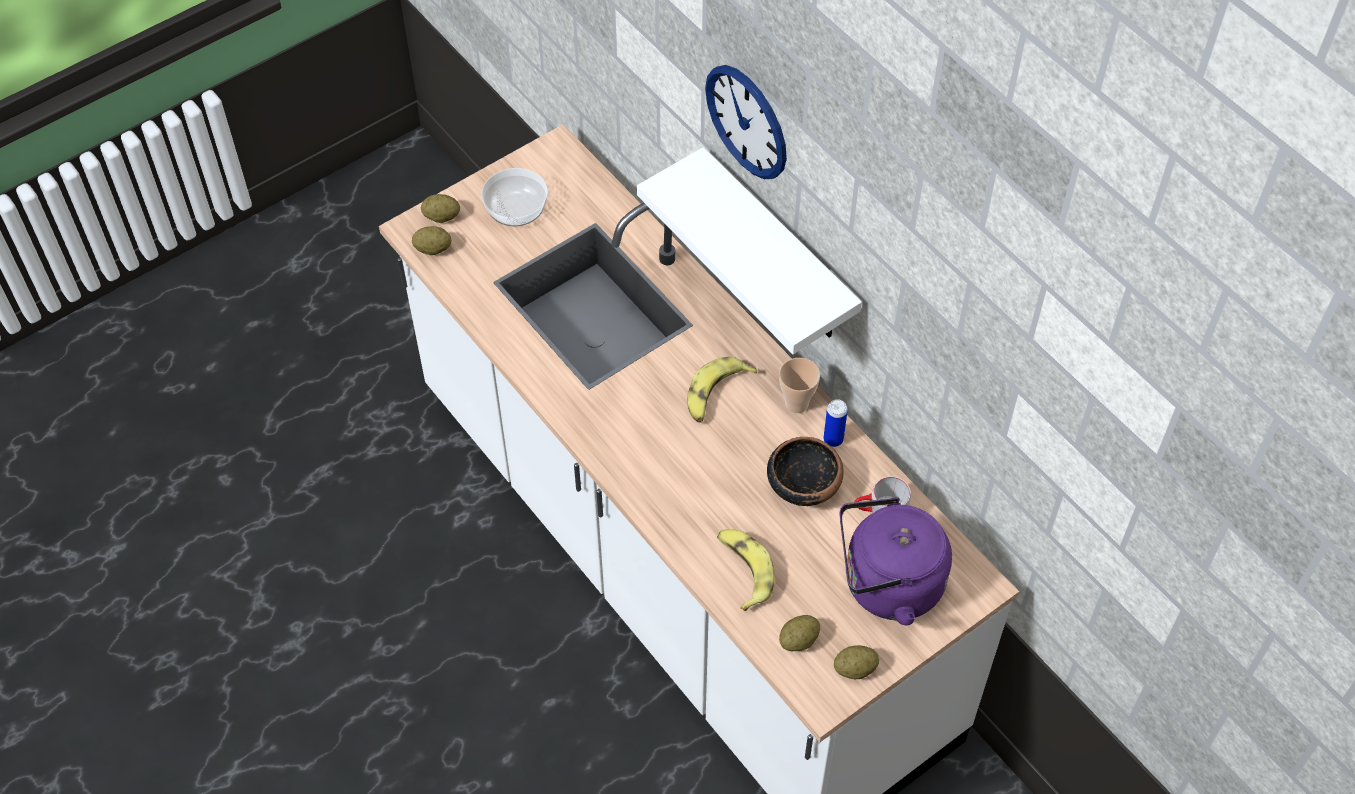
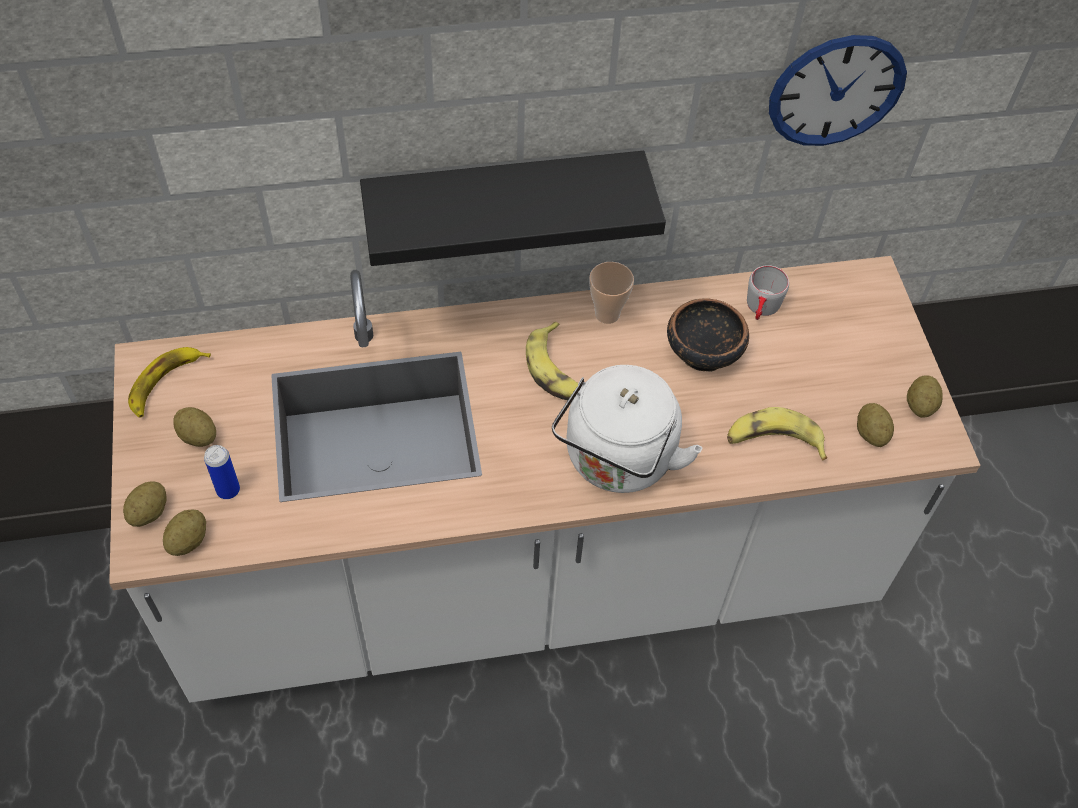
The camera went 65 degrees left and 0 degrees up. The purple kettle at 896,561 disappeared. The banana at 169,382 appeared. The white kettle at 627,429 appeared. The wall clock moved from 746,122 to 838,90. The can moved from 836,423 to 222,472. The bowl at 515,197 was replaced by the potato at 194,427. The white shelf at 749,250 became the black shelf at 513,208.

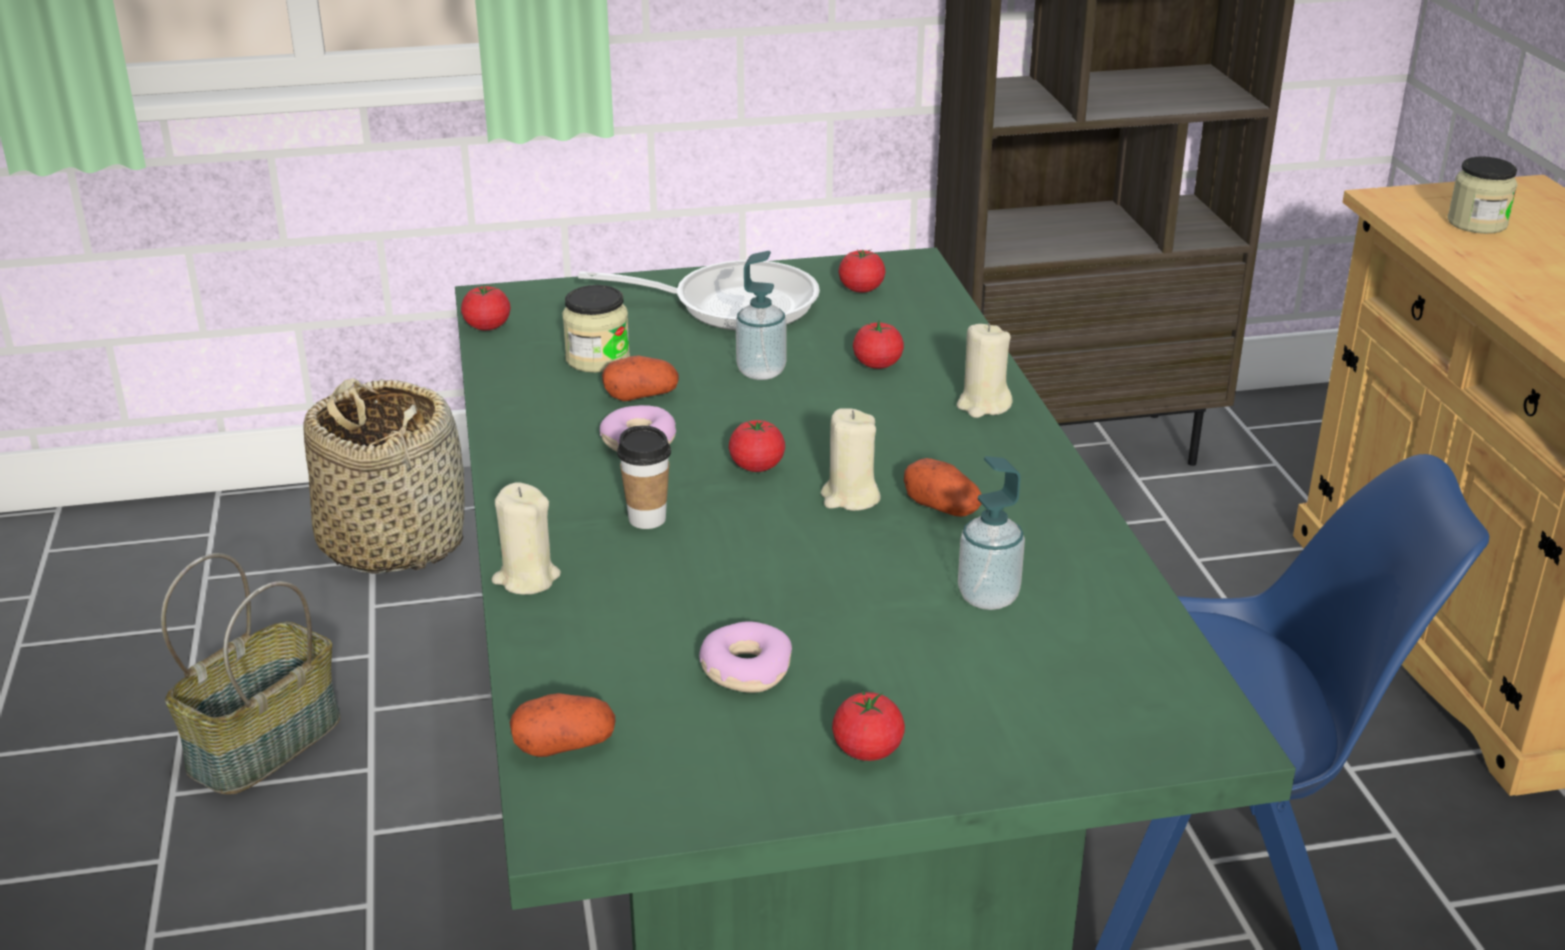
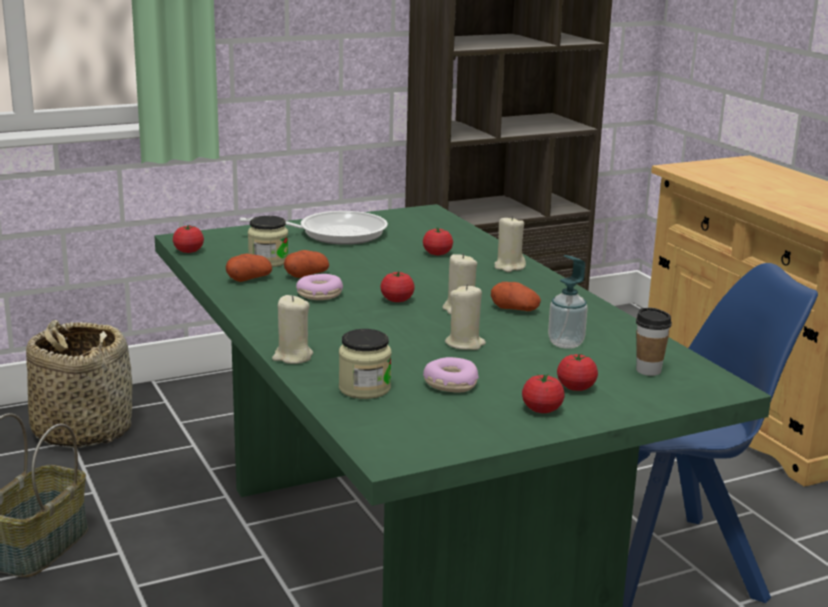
The camera went 15 degrees left and 10 degrees down. The soap dispenser at 761,315 disappeared. The beige candle at 465,317 appeared. The potato moved from 563,725 to 249,267. The cup moved from 644,477 to 654,342. The tomato moved from 862,270 to 577,372. The jar moved from 1483,195 to 365,364.

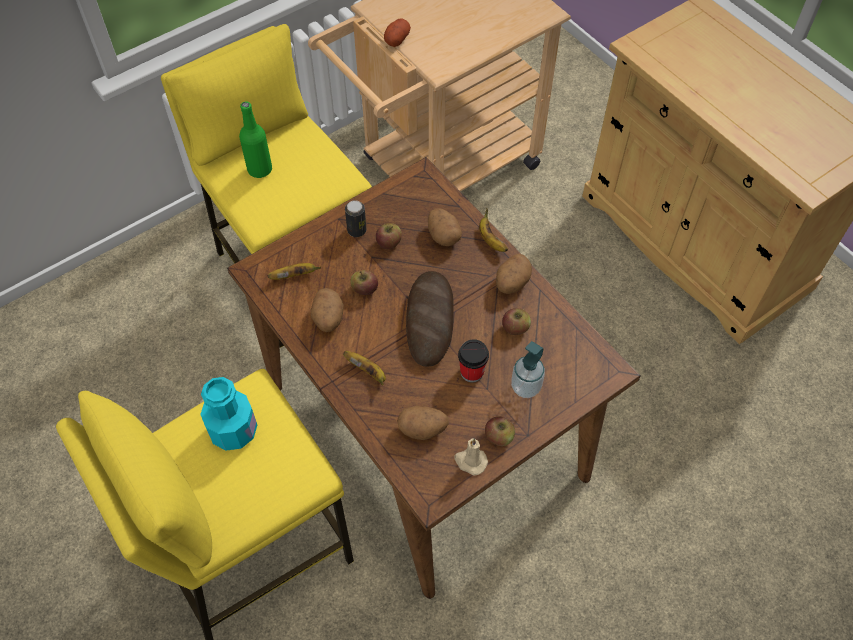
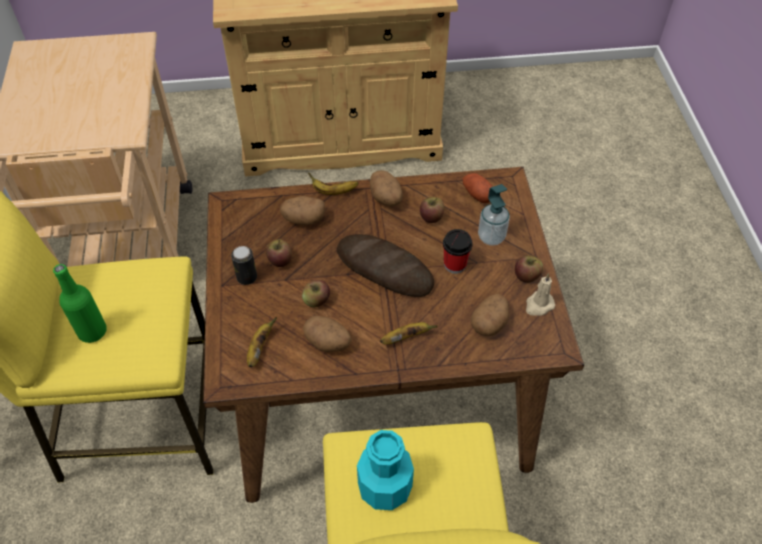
The camera went 60 degrees left and 5 degrees down. The potato moved from 397,32 to 478,188.

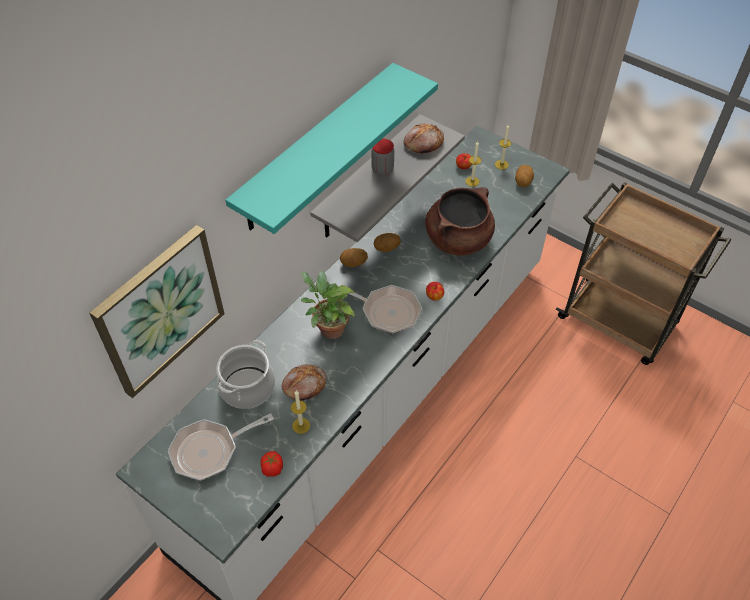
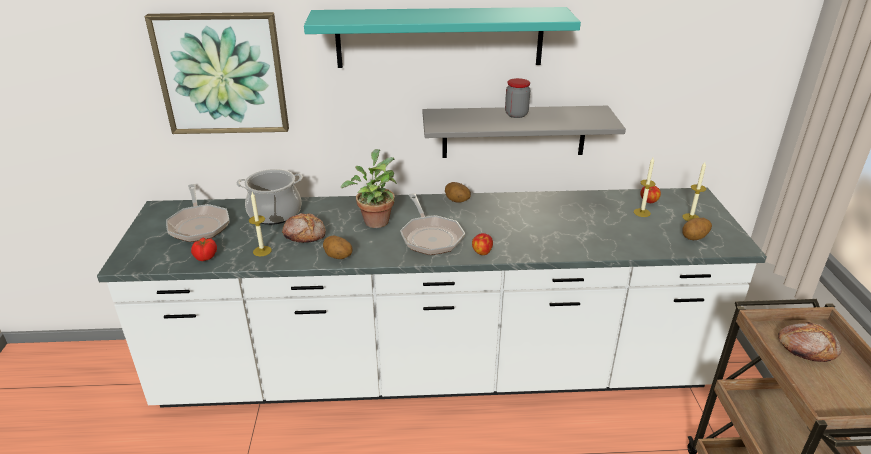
The camera went 50 degrees right and 20 degrees down. The brown cooking pot at 460,221 disappeared. The potato moved from 387,242 to 338,247. The bread moved from 423,138 to 810,342. The frying pan at 221,447 turned 135 degrees counterclockwise.

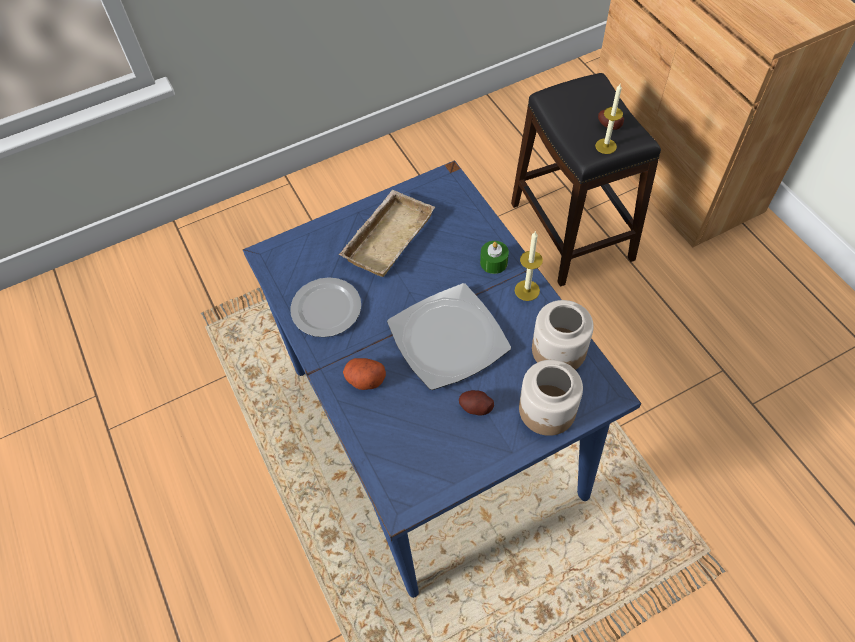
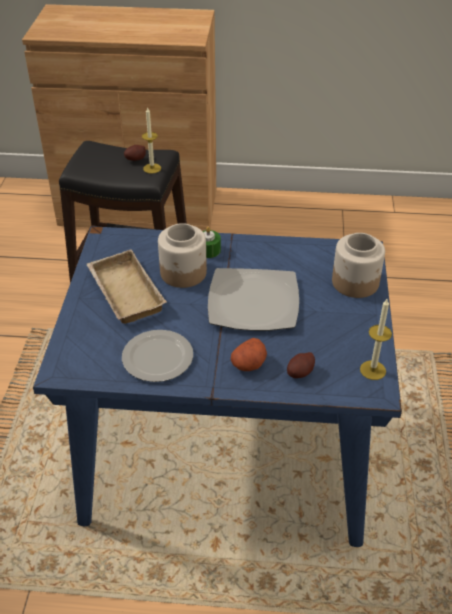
The camera went 60 degrees left and 15 degrees down. The potato moved from 476,402 to 301,365. The candle moved from 529,266 to 376,339. The jar moved from 563,335 to 182,255.

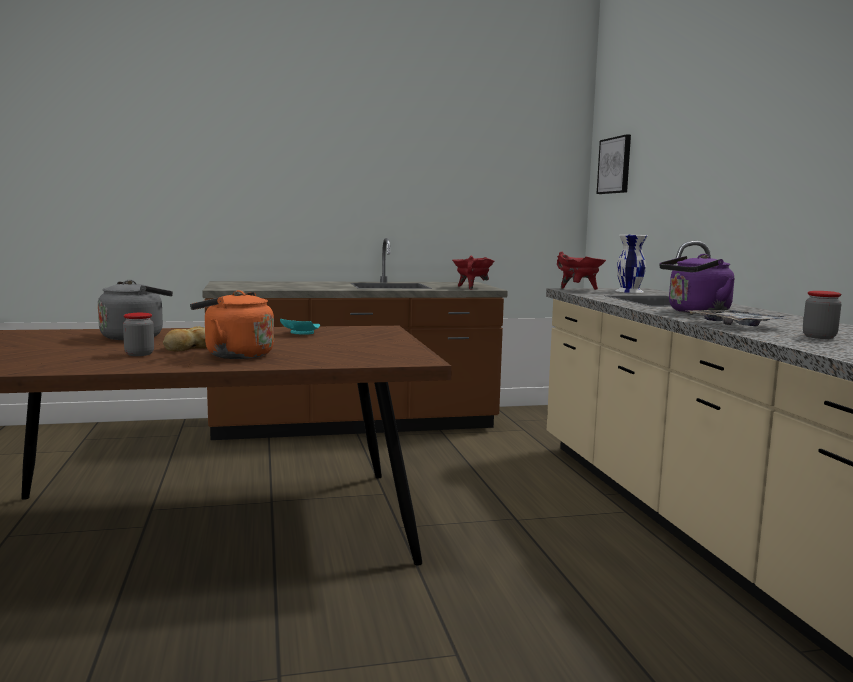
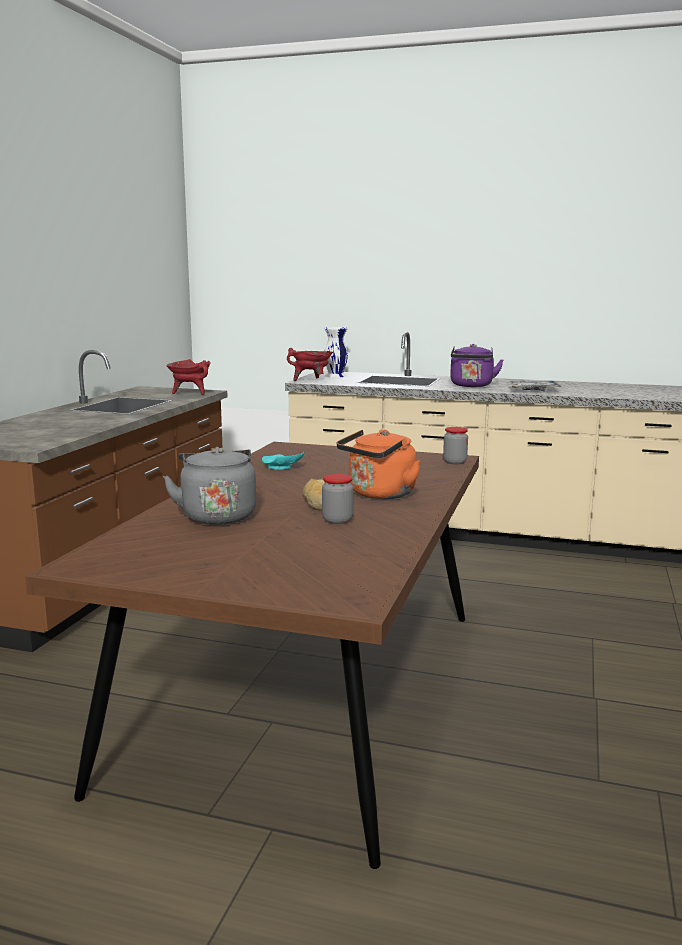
The camera went 60 degrees left and 5 degrees up. The picture at 614,164 disappeared. The jar moved from 822,315 to 455,445.

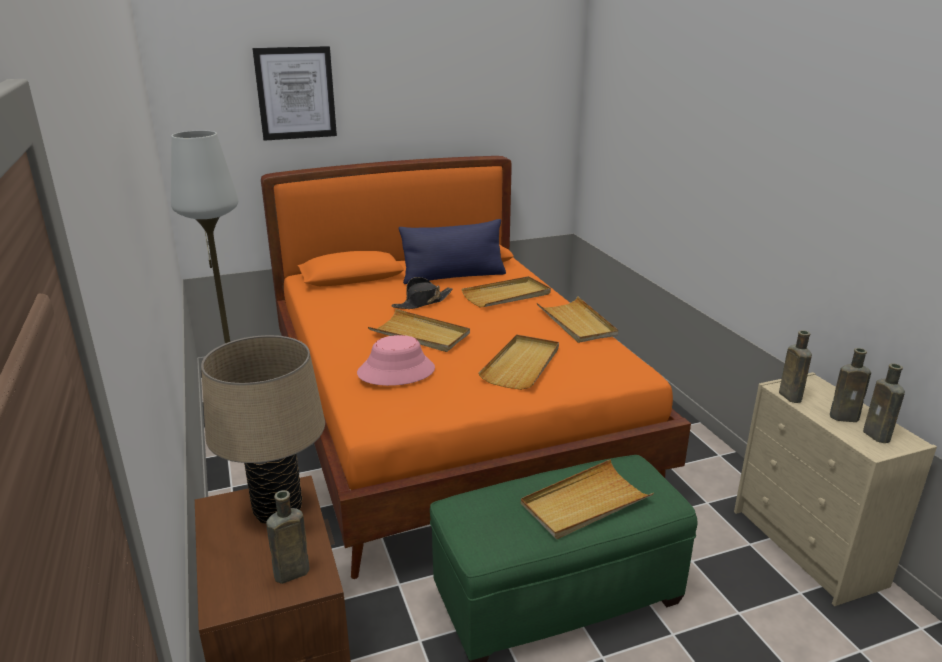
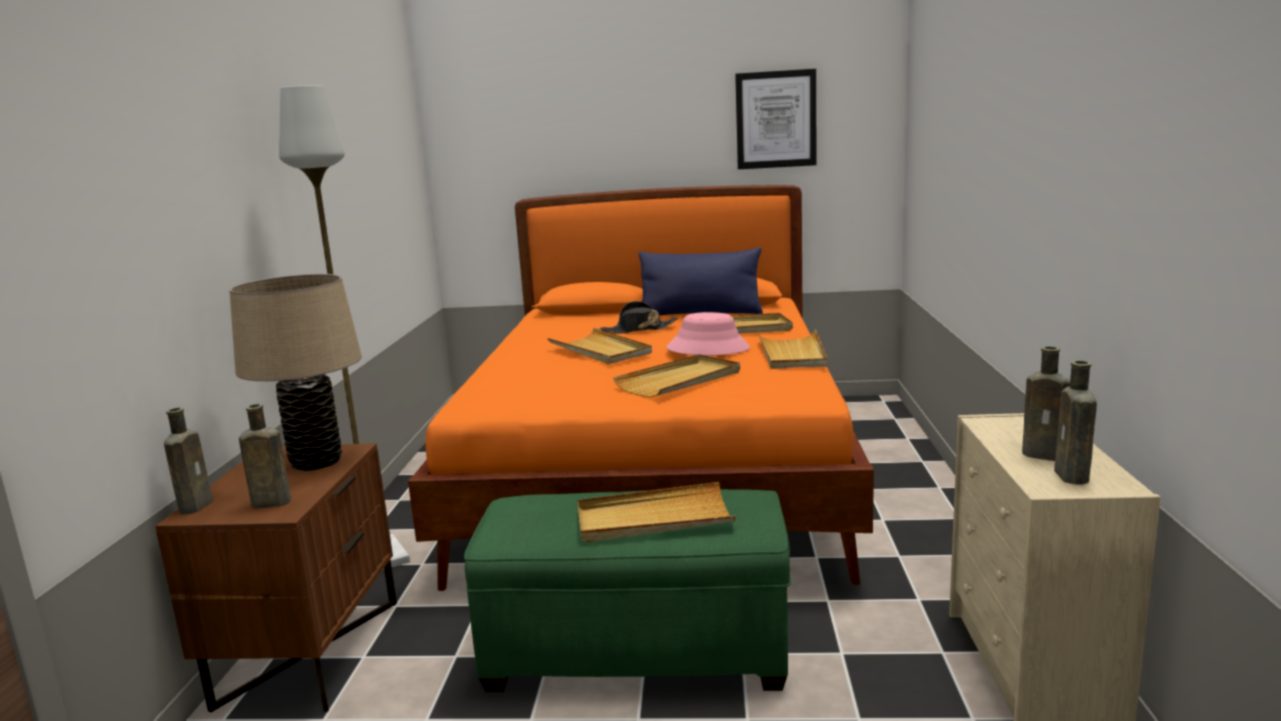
The camera went 25 degrees right and 10 degrees down. The picture moved from 294,93 to 775,119. The pink hat moved from 396,360 to 708,333. The brown bottle moved from 795,366 to 188,461.

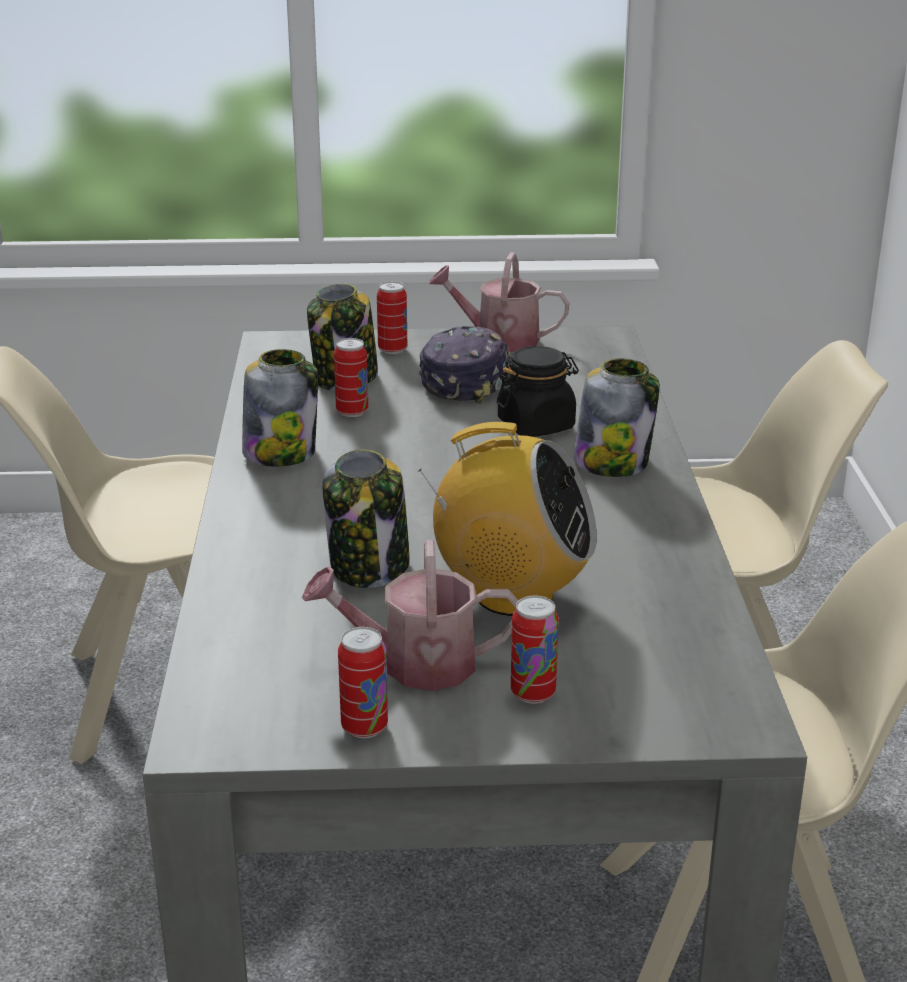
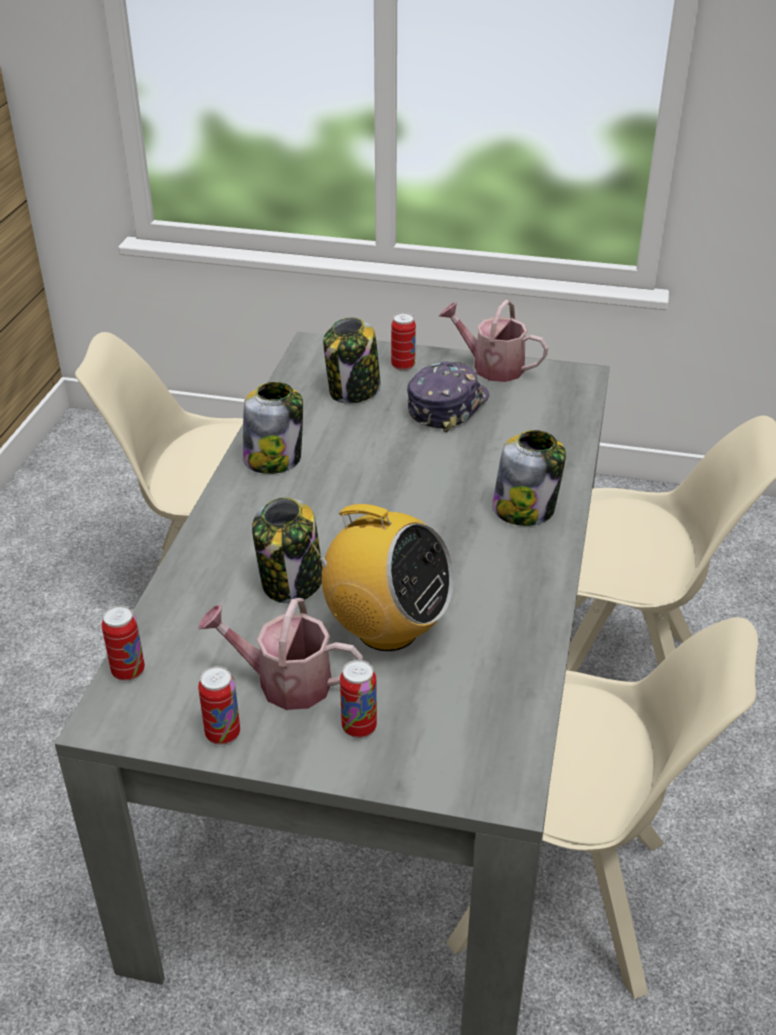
The camera went 15 degrees right and 10 degrees up. The black jar at 538,391 disappeared. The can moved from 351,377 to 123,643.

